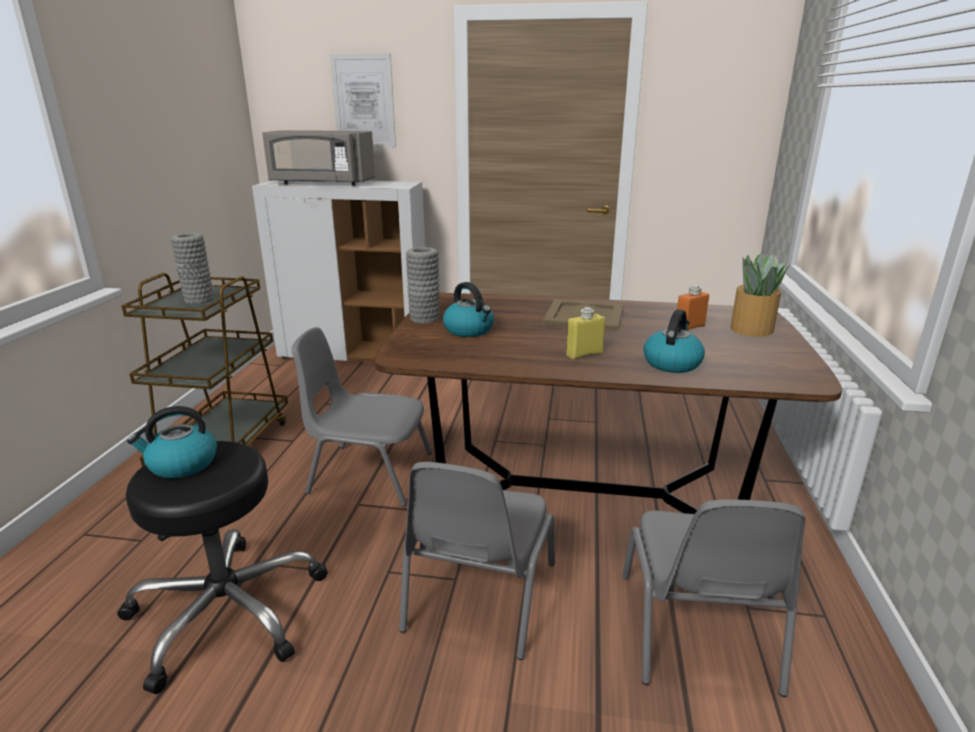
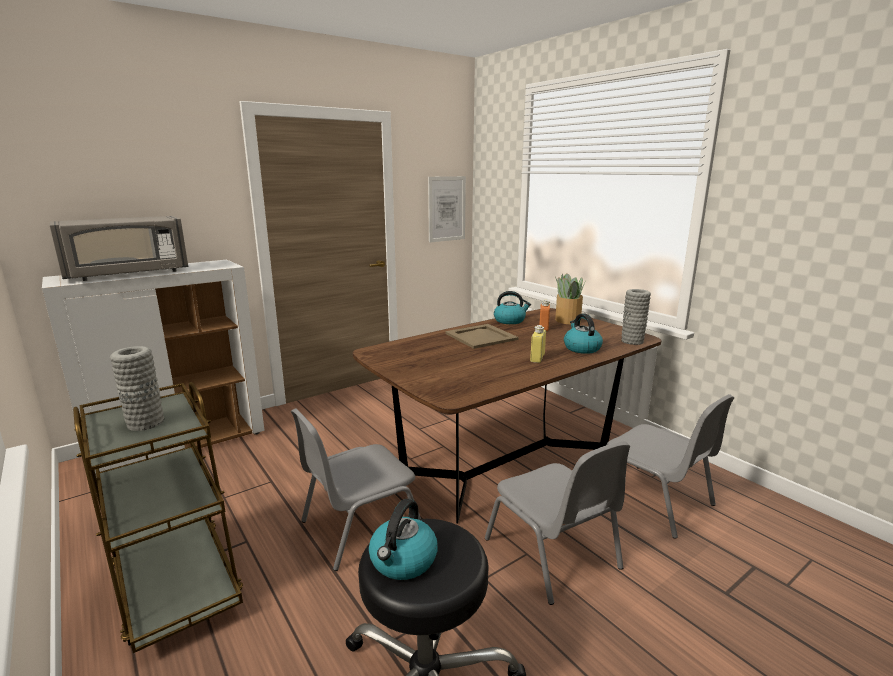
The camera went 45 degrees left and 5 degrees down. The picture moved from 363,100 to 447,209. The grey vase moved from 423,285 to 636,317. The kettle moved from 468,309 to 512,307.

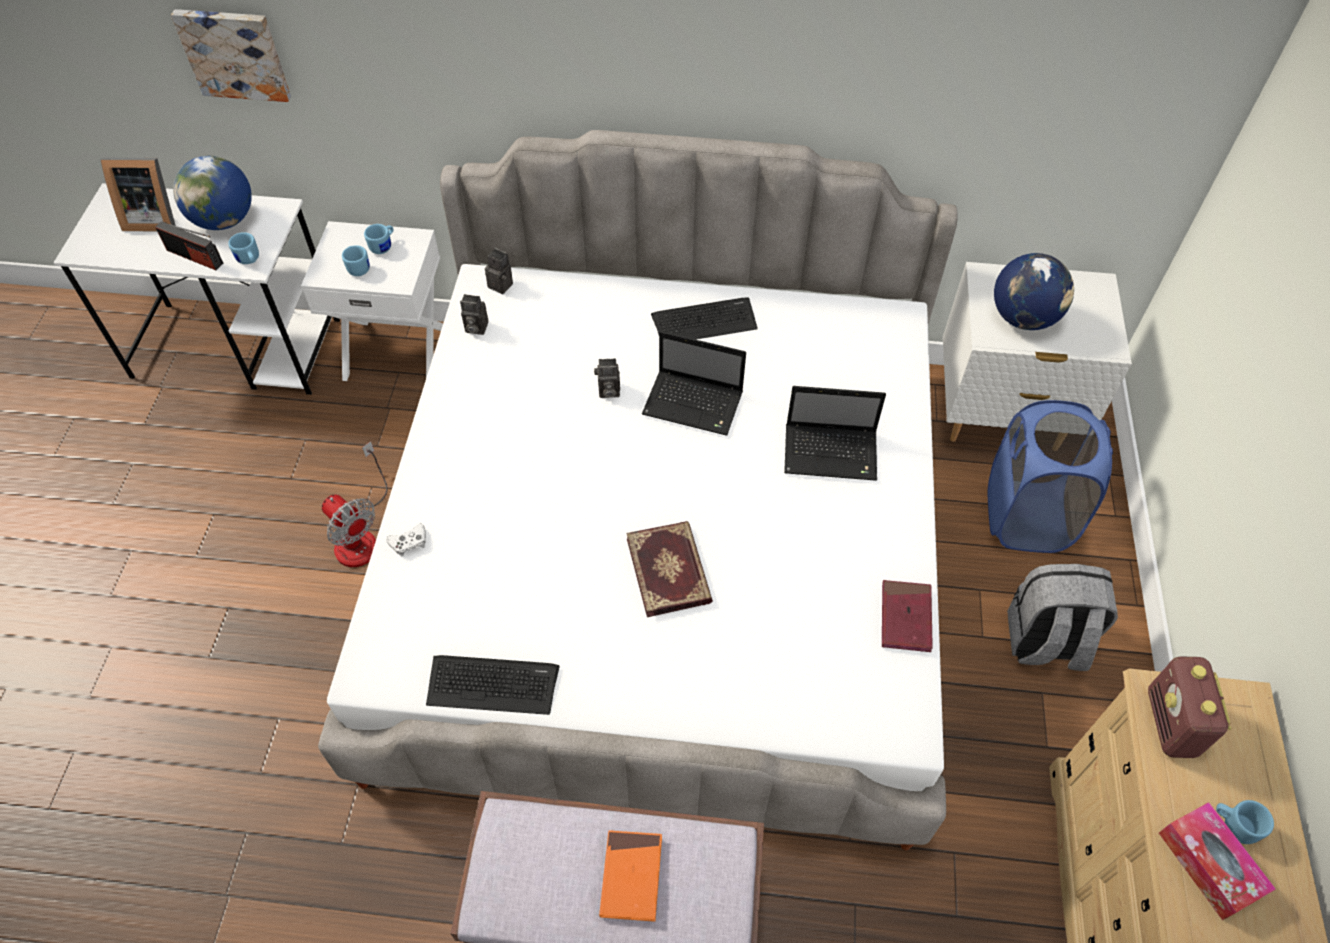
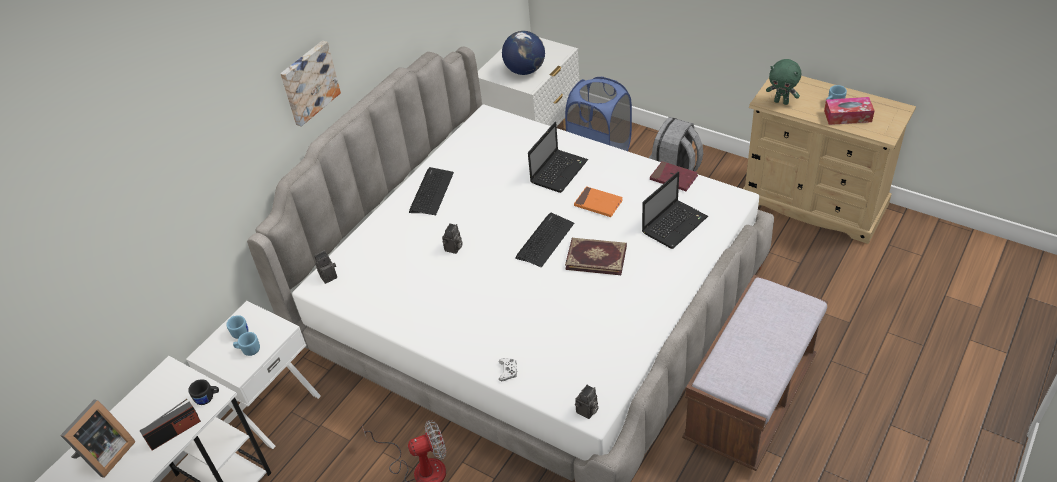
The camera went 60 degrees left and 10 degrees down. The globe at 212,193 disappeared. The picture moved from 231,55 to 310,83. The keyboard moved from 493,685 to 544,240. The photo camera moved from 474,314 to 587,402. The orange book moved from 630,876 to 598,201. The laptop moved from 694,383 to 675,210. The radio at 1189,707 was replaced by the green plush toy at 783,82. The blue mug at 243,248 became the black mug at 203,392.

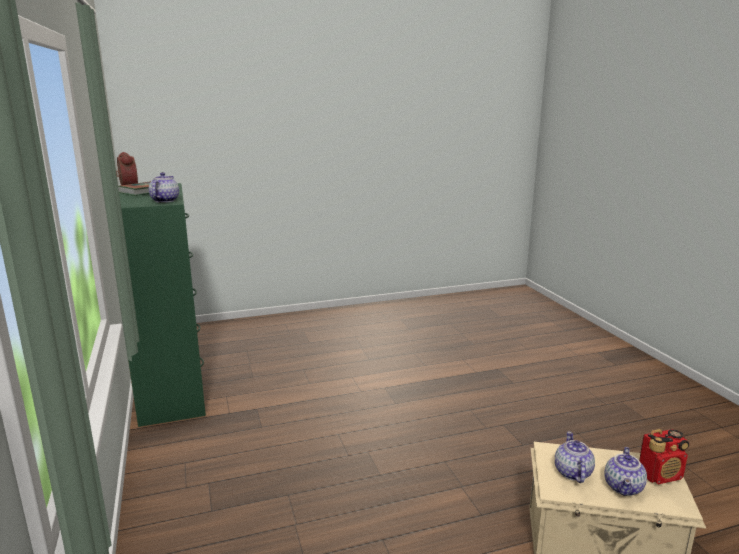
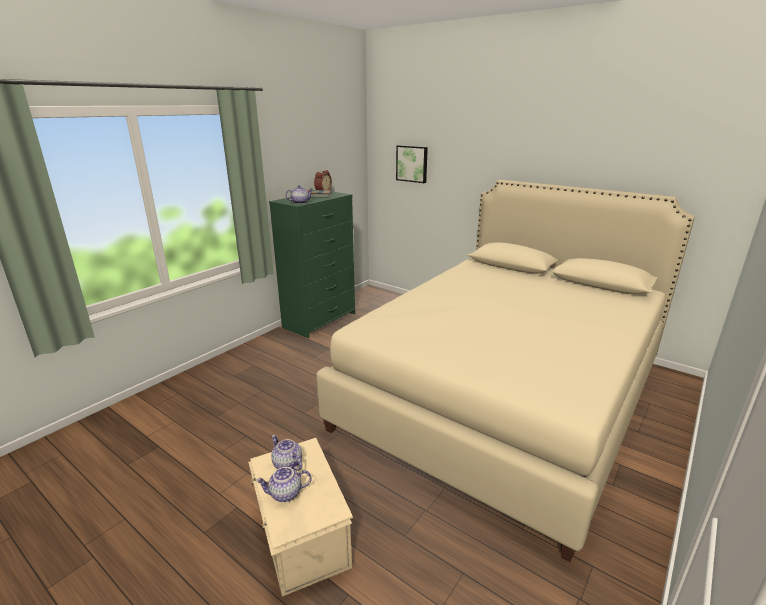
The camera went 55 degrees right and 5 degrees up. The radio at 664,457 disappeared. The beige bed at 505,371 appeared. The picture at 412,164 appeared. The teapot at 575,457 turned 105 degrees counterclockwise.

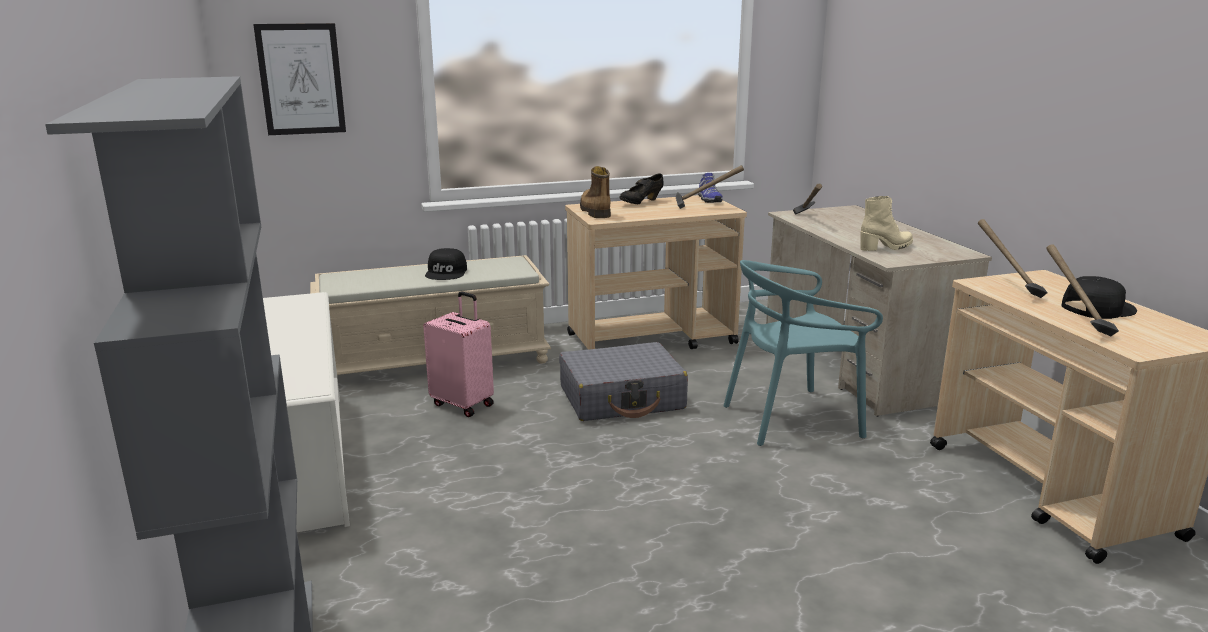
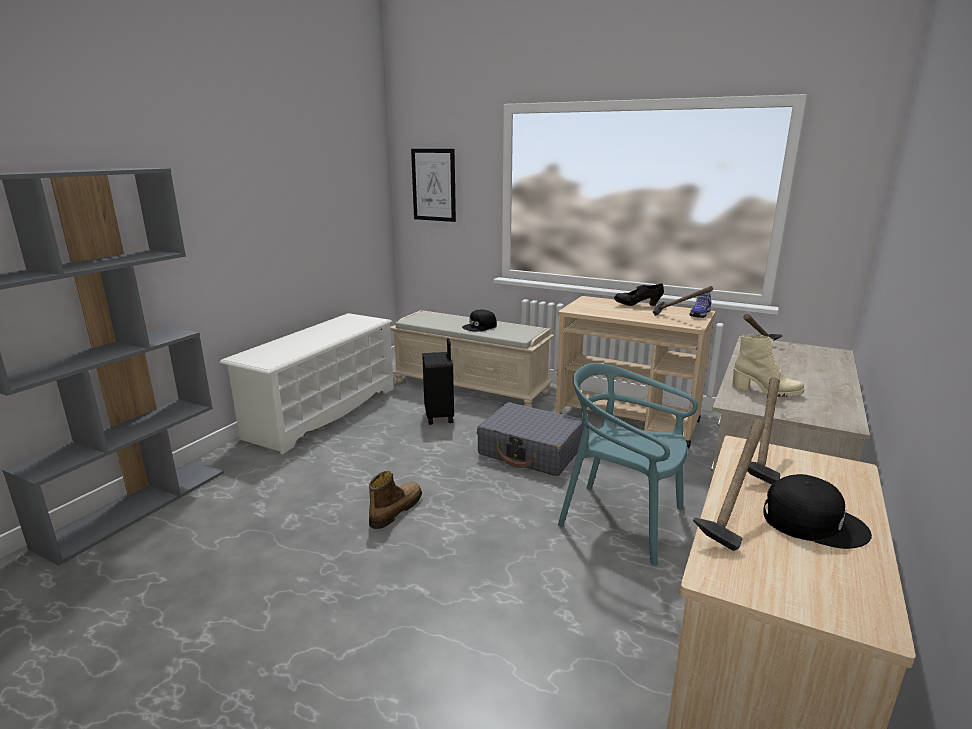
The camera went 45 degrees right and 0 degrees up. The boot moved from 595,192 to 395,500. The pink suitcase at 458,354 became the black suitcase at 438,381.

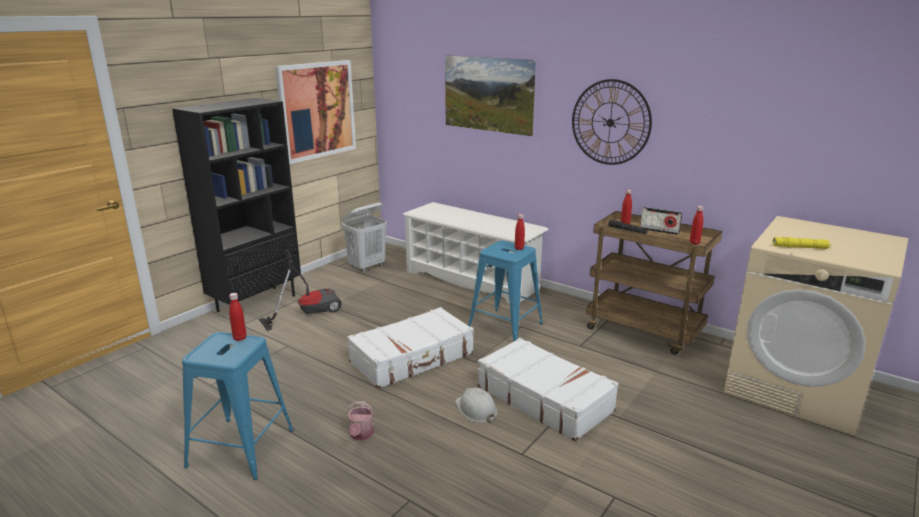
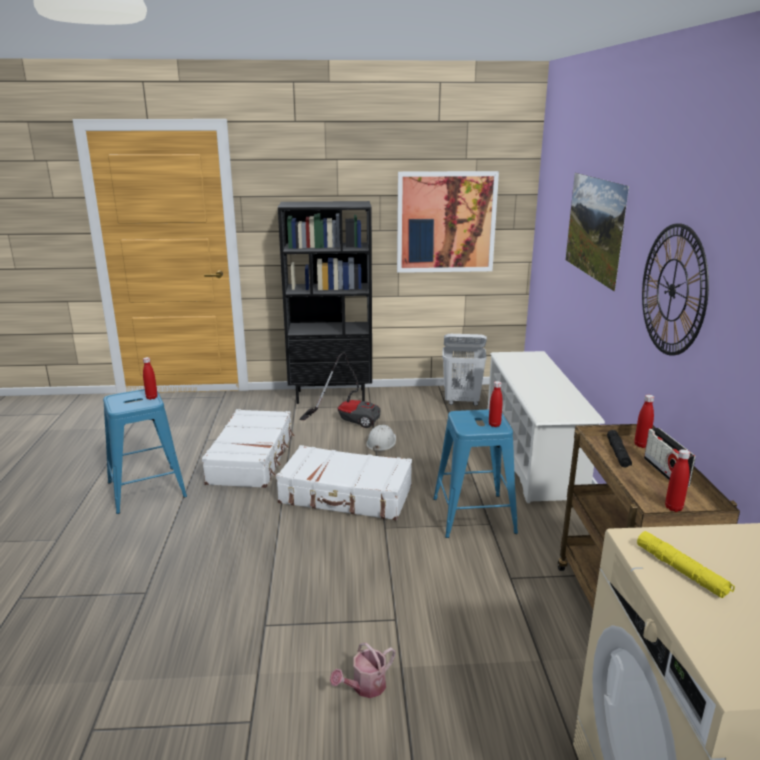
The camera went 50 degrees right and 0 degrees up. The watering can moved from 360,420 to 363,670. The white hard hat moved from 476,405 to 381,438. The white suitcase moved from 548,390 to 248,448.

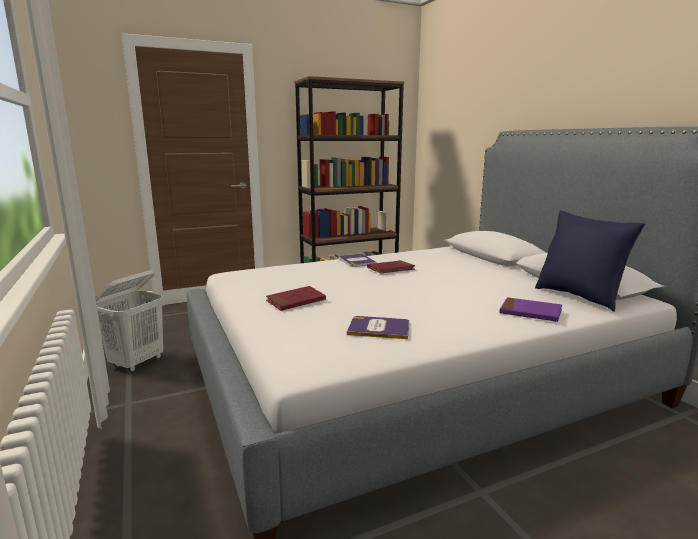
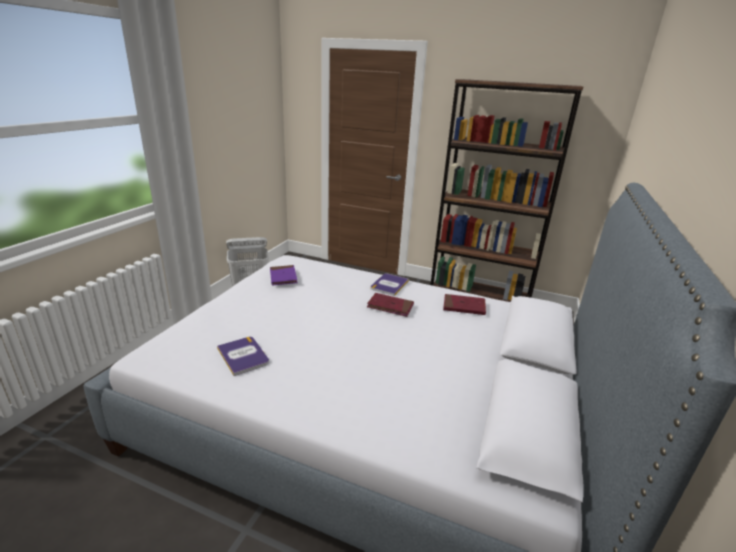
The camera went 45 degrees right and 10 degrees up. The blue pillow at 590,261 disappeared. The red book moved from 296,298 to 464,304. The purple book moved from 530,309 to 284,275.

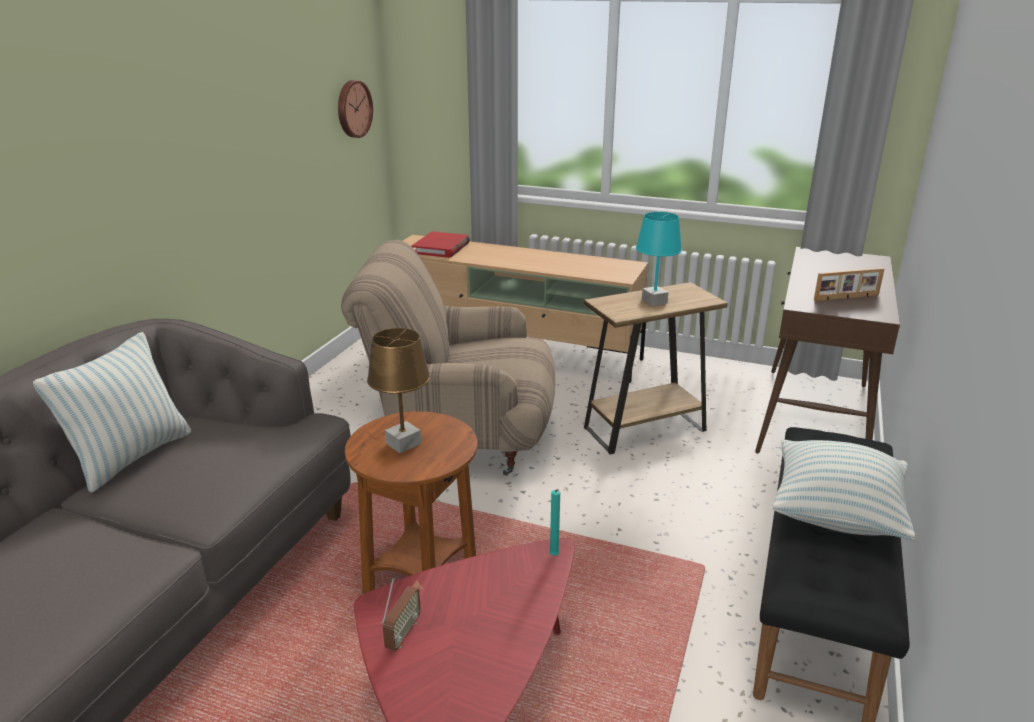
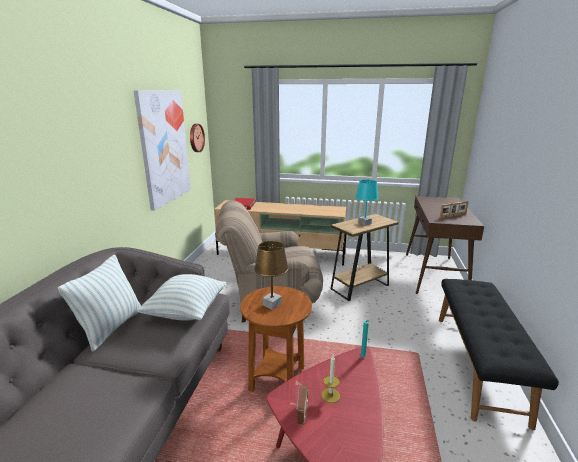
The camera went 10 degrees left and 5 degrees down. The picture at 162,150 appeared. The candle at 331,379 appeared. The pillow moved from 844,490 to 182,297.

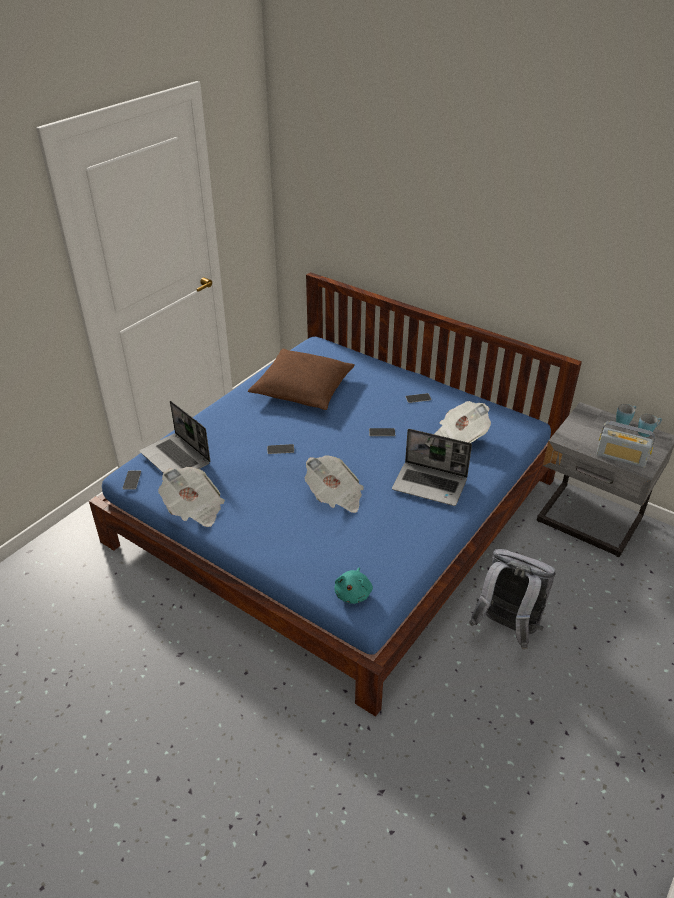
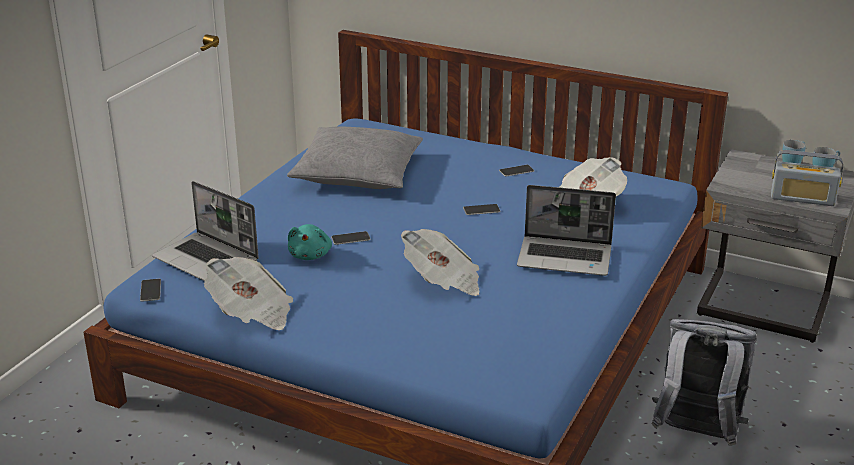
The camera went 10 degrees left and 10 degrees down. The turquoise plush toy moved from 354,586 to 310,242. The brown pillow at 301,379 became the grey pillow at 355,157.

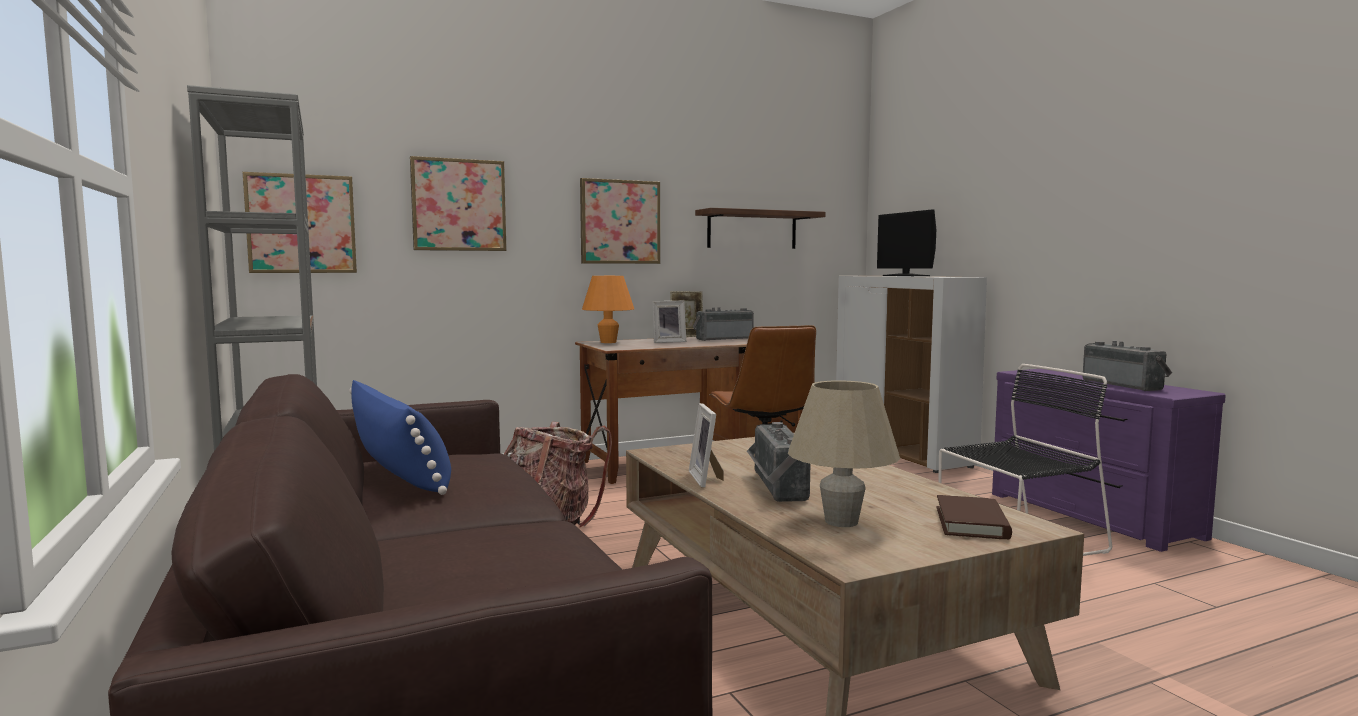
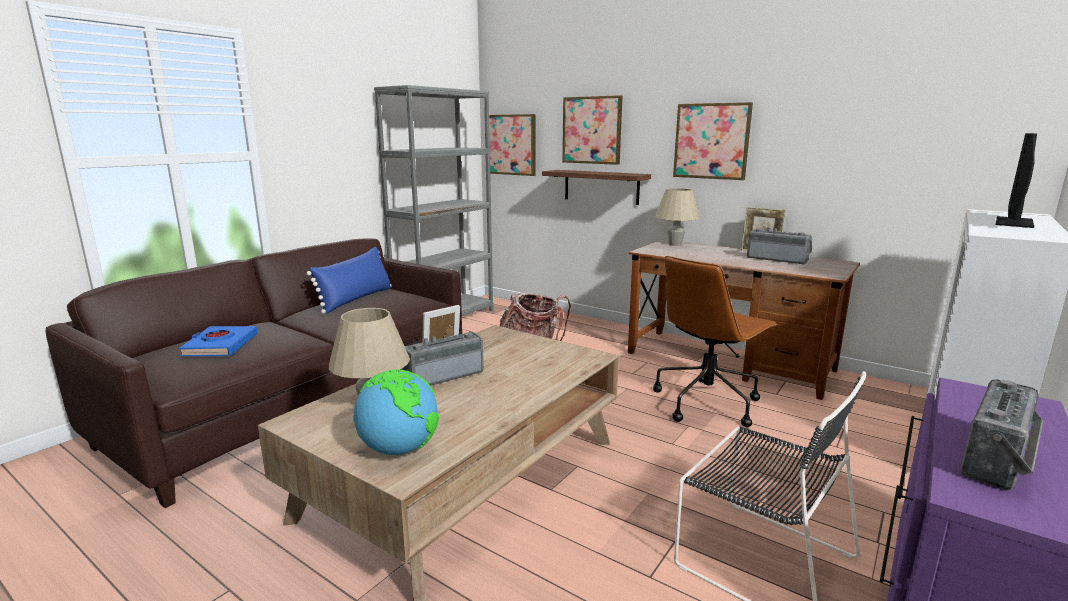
The camera went 60 degrees right and 10 degrees up. The picture frame at 669,322 disappeared. The blue book at 218,341 appeared. The shelf moved from 760,228 to 596,187. The brown book at 974,517 was replaced by the globe at 396,412. The orange table lamp at 608,309 became the beige table lamp at 677,217.

